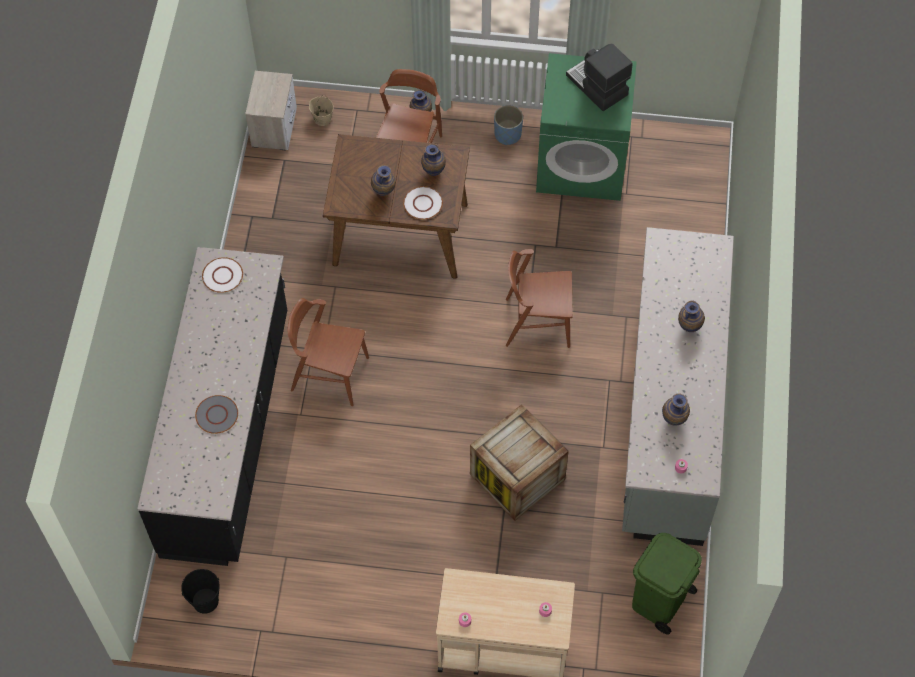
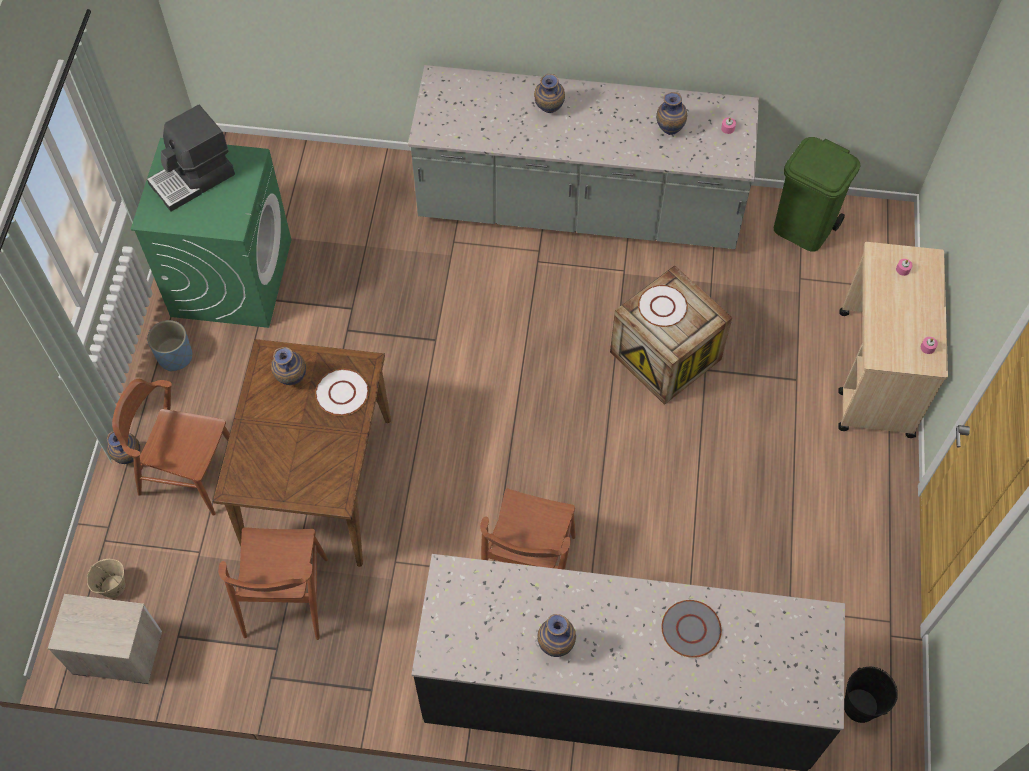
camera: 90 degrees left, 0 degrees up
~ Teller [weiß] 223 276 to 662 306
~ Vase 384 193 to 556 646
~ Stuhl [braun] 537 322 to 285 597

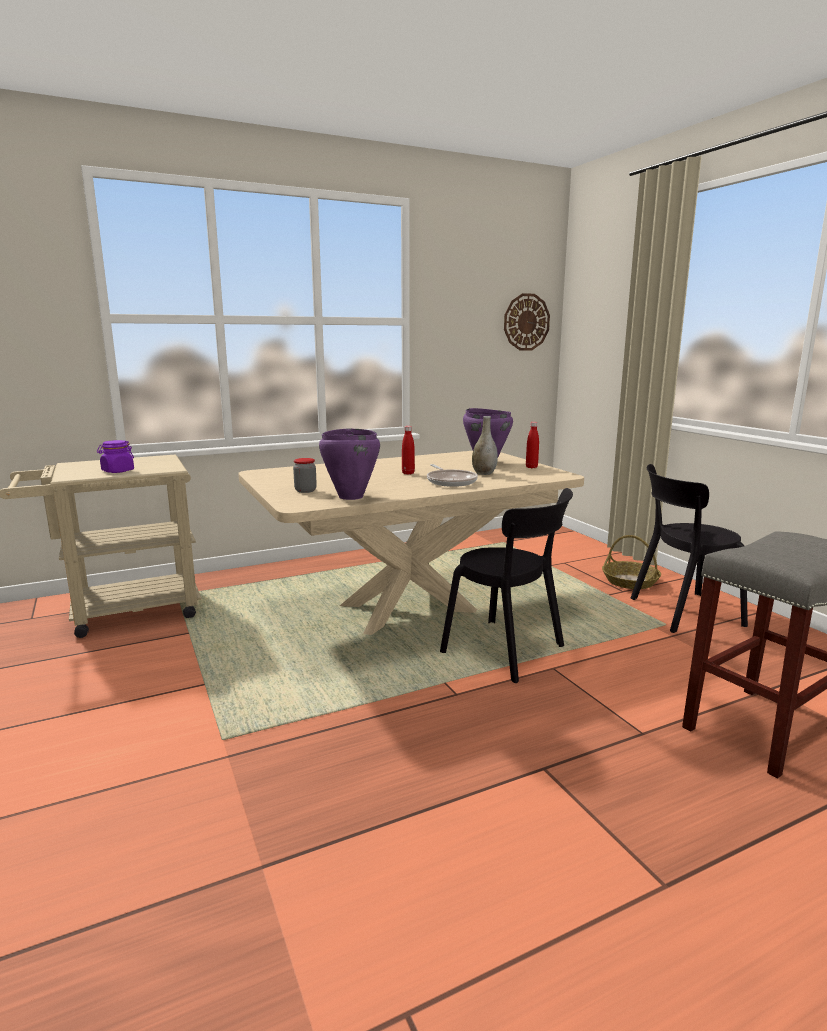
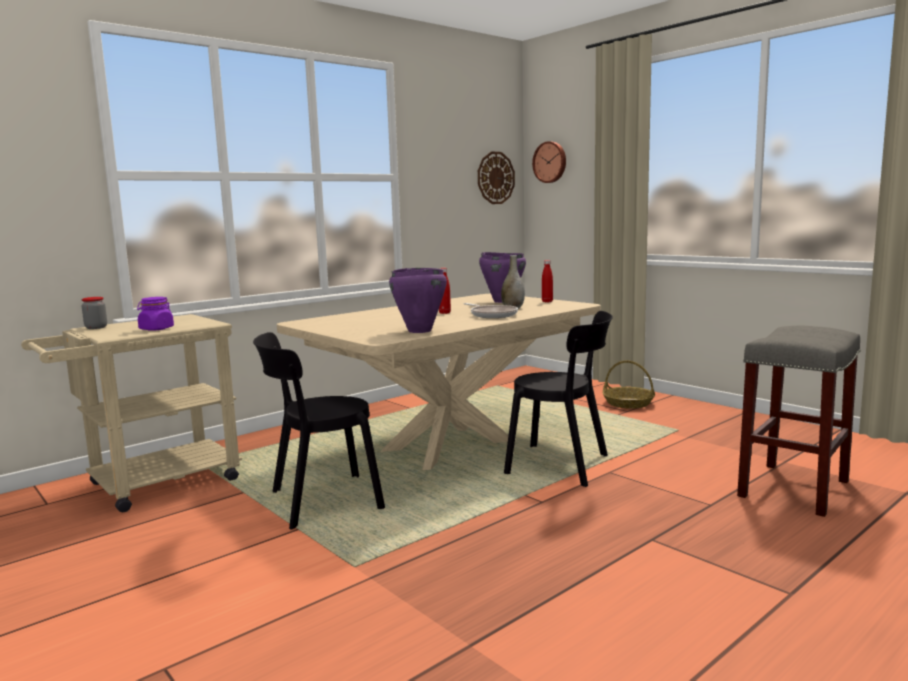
camera: 15 degrees left, 5 degrees down
~ Vorratsglas 305 490 to 96 327
~ Stuhl [schwarz] 680 612 to 320 501
+ Wanduhr 550 162

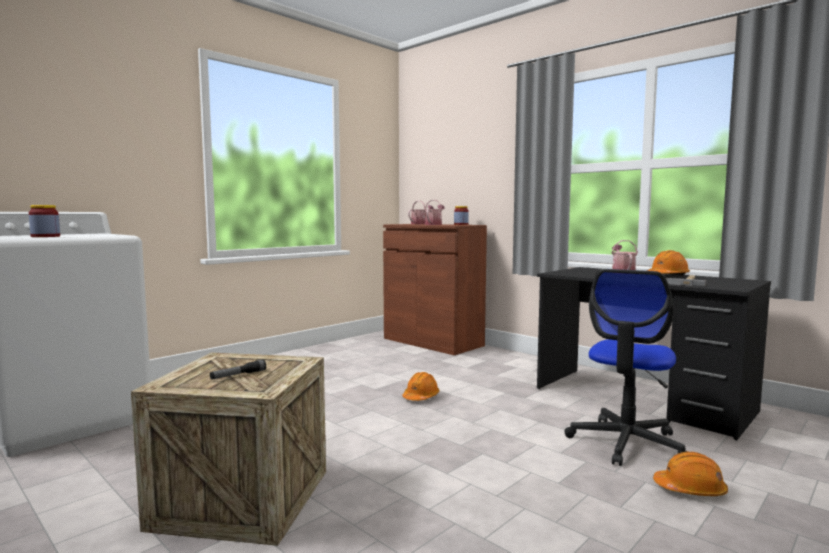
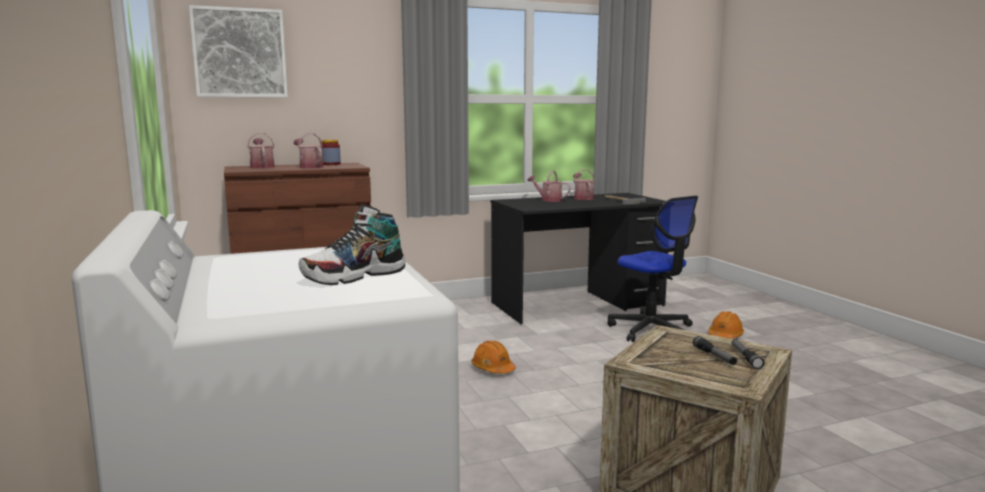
camera: 65 degrees left, 5 degrees up
~ Vorratsglas 45 236 to Schuh 355 276
~ Schutzhelm [orange] 667 276 to Gießkanne 582 198
+ Bild 239 53
+ Taschenlampe 745 358

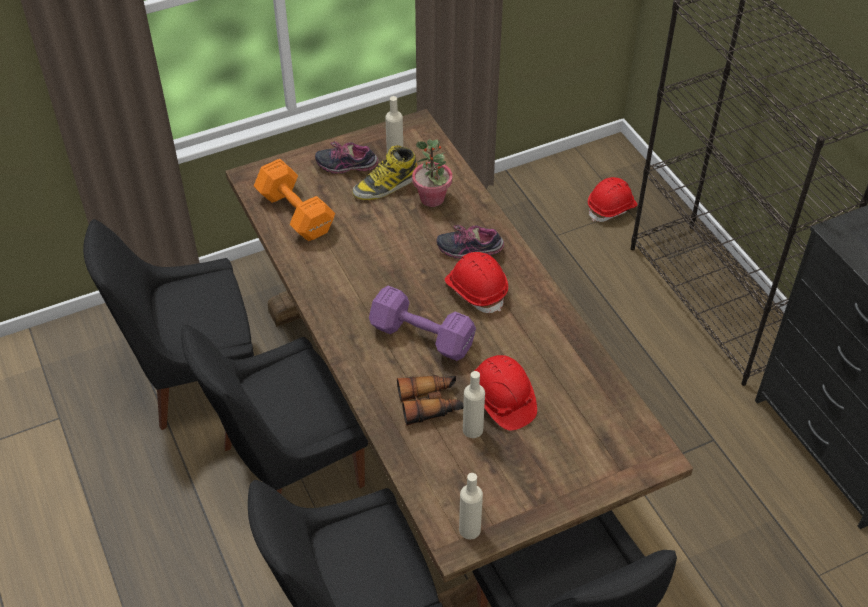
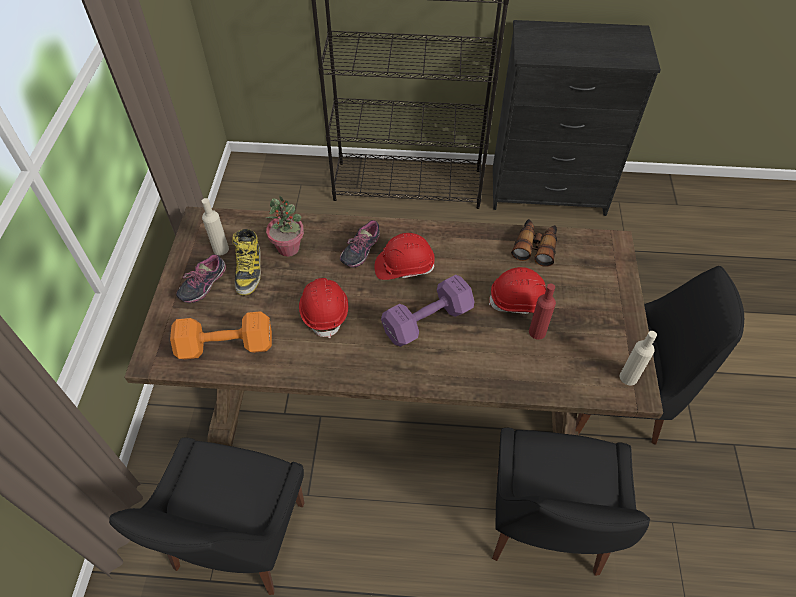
camera: 60 degrees left, 5 degrees up
- Stuhl [schwarz] 287 469
~ Fernglas 430 404 to 535 246
~ Flasche [beige] 472 429 to Flasche [rot] 537 332
~ Schutzhelm [rot] 611 208 to 325 311

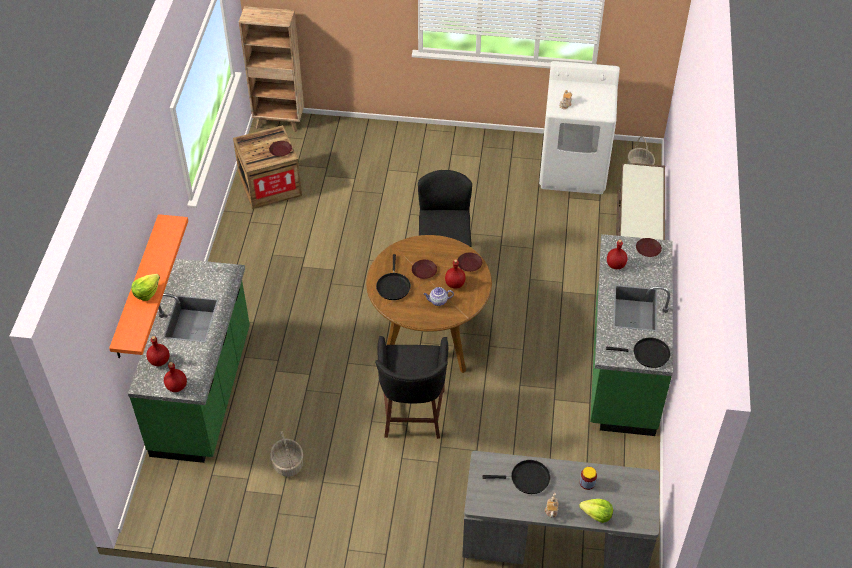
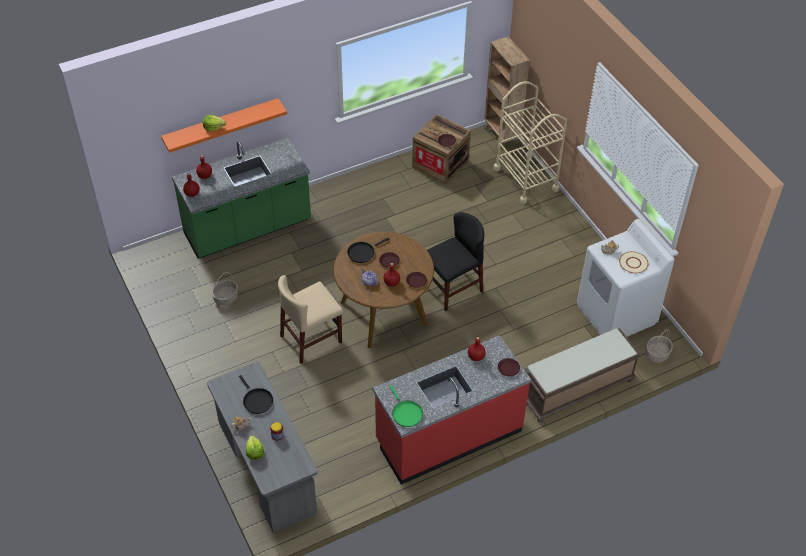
camera: 55 degrees right, 0 degrees up
~ Hocker [schwarz] 412 415 to Stuhl [beige] 311 339
~ Küchenzeile [grün] 622 366 to Küchenzeile [rot] 448 435
~ Pfanne [schwarz] 647 354 to Pfanne [grün] 406 413
+ Rollwagen [beige] 526 179
+ Teller [beige] 633 263

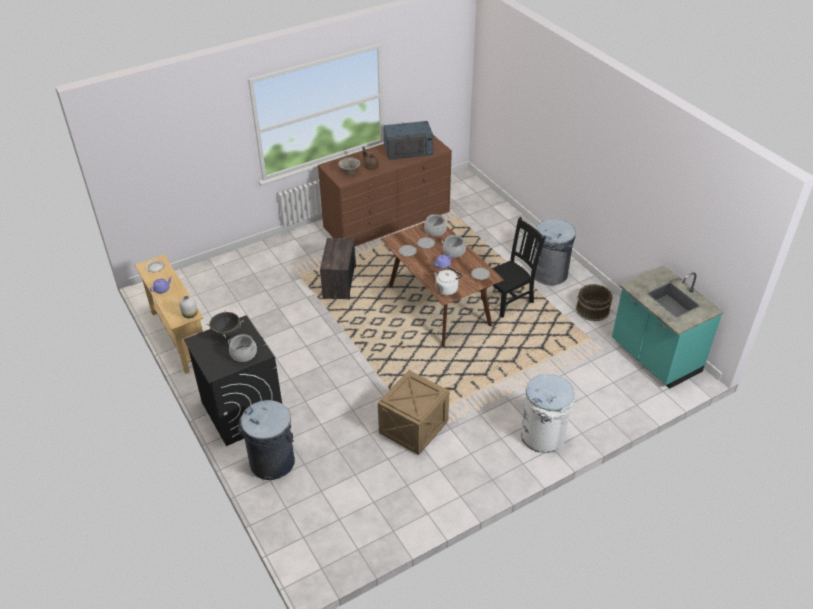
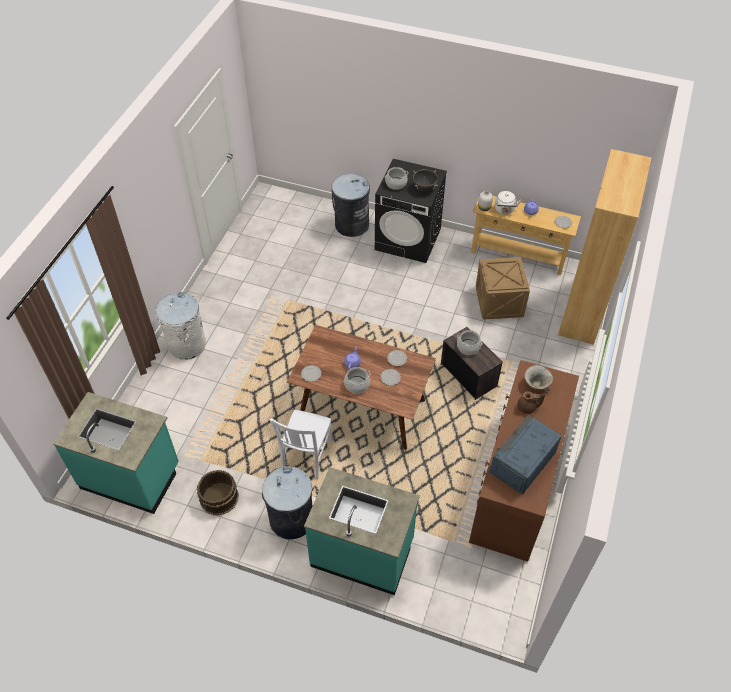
camera: 140 degrees right, 10 degrees up
~ Kiste 413 428 to 499 301
~ Kochtopf 435 231 to 468 347
~ Wasserkessel [weiß] 447 289 to 504 210
~ Stuhl [schwarz] 508 300 to Stuhl [weiß] 306 456
+ Küchenzeile [türkis] 362 552
+ Bücherregal [braun] 583 311

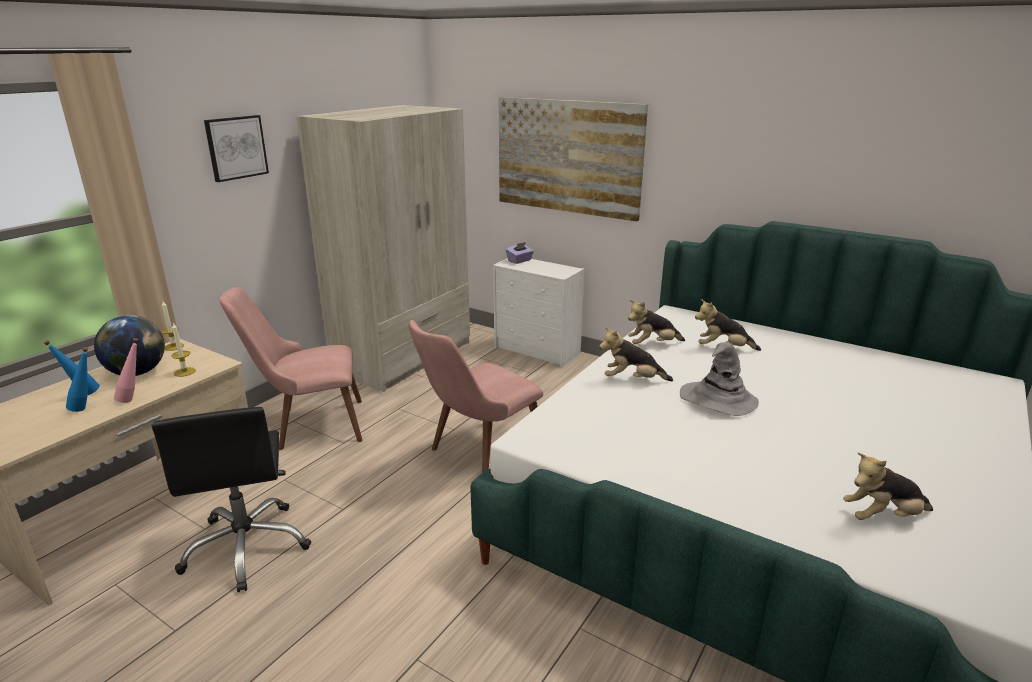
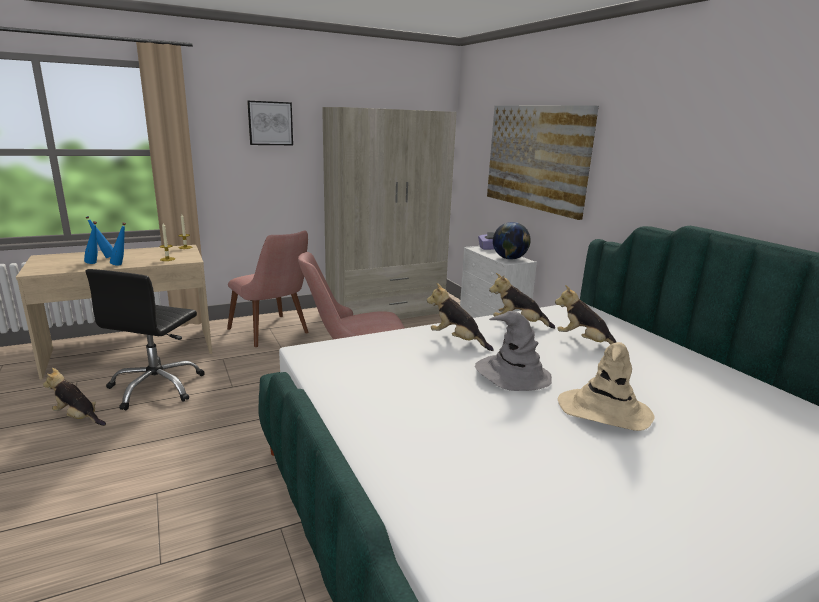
camera: 30 degrees right, 5 degrees down
~ Globus 137 373 to 509 258
~ Flasche [rosa] 134 399 to Flasche [blau] 121 265
~ Stuhl [rosa] 308 426 = 274 333 150 degrees counterclockwise
~ Plüschtier 883 517 to 78 418
+ Hut [beige] 604 411

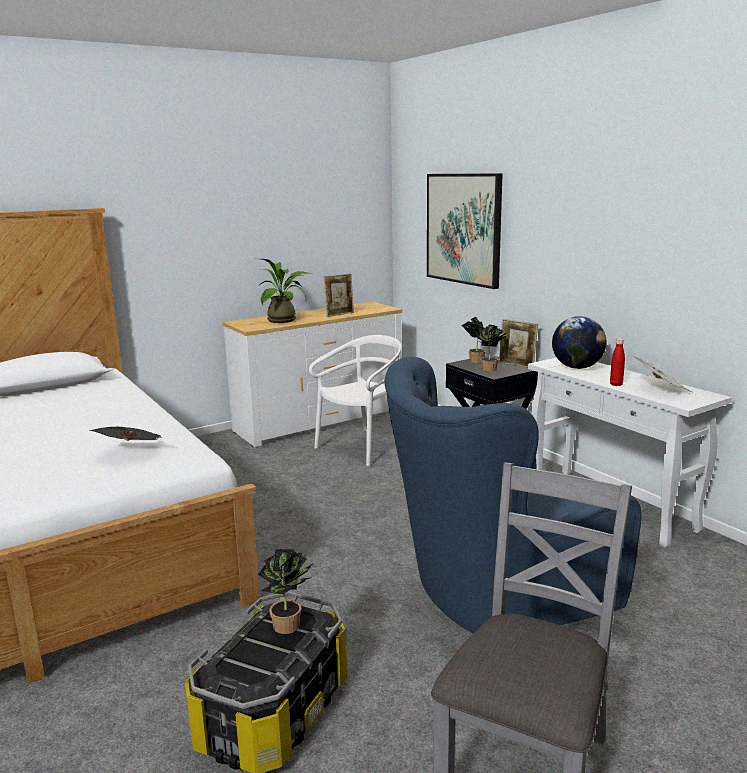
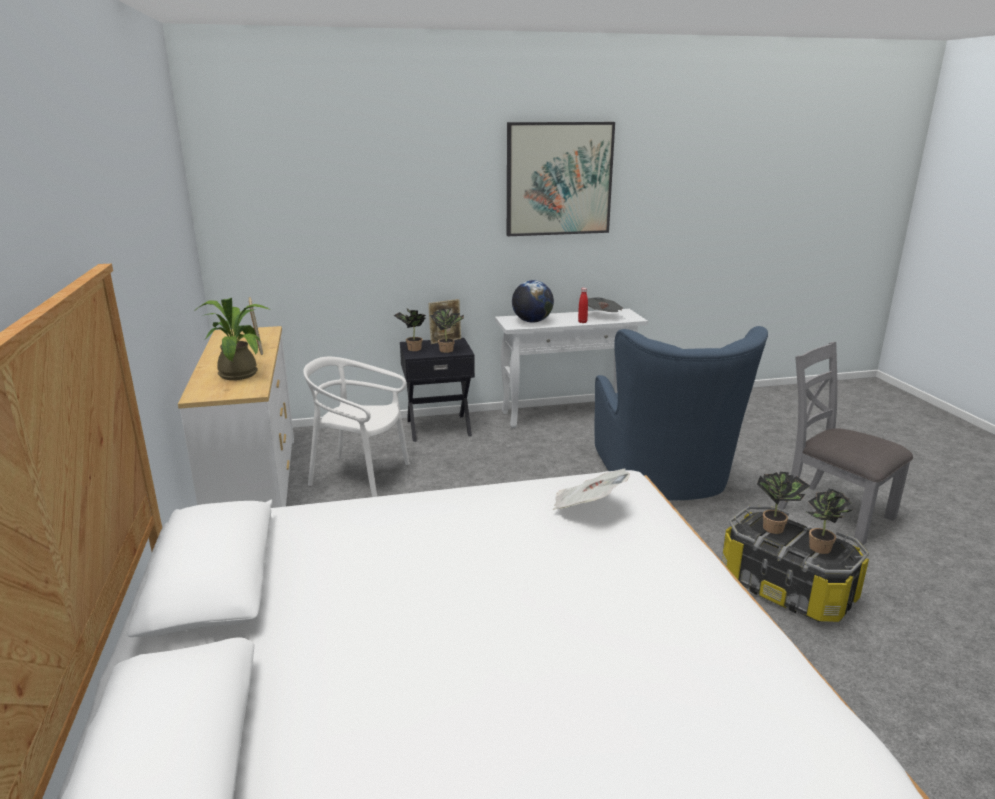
camera: 70 degrees left, 5 degrees up
~ Stuhl [weiß] 363 447 = 360 476 45 degrees counterclockwise
~ Bild 463 229 to 559 179
+ Topfpflanze 822 549

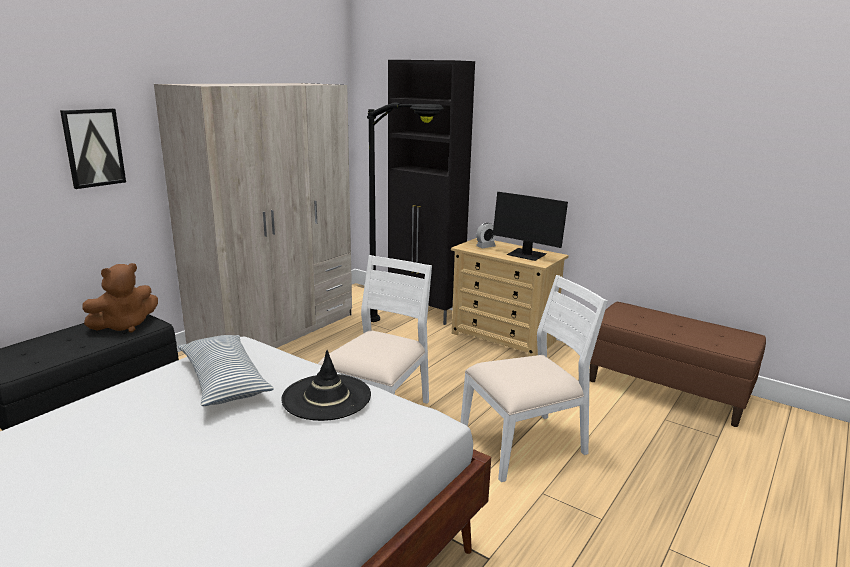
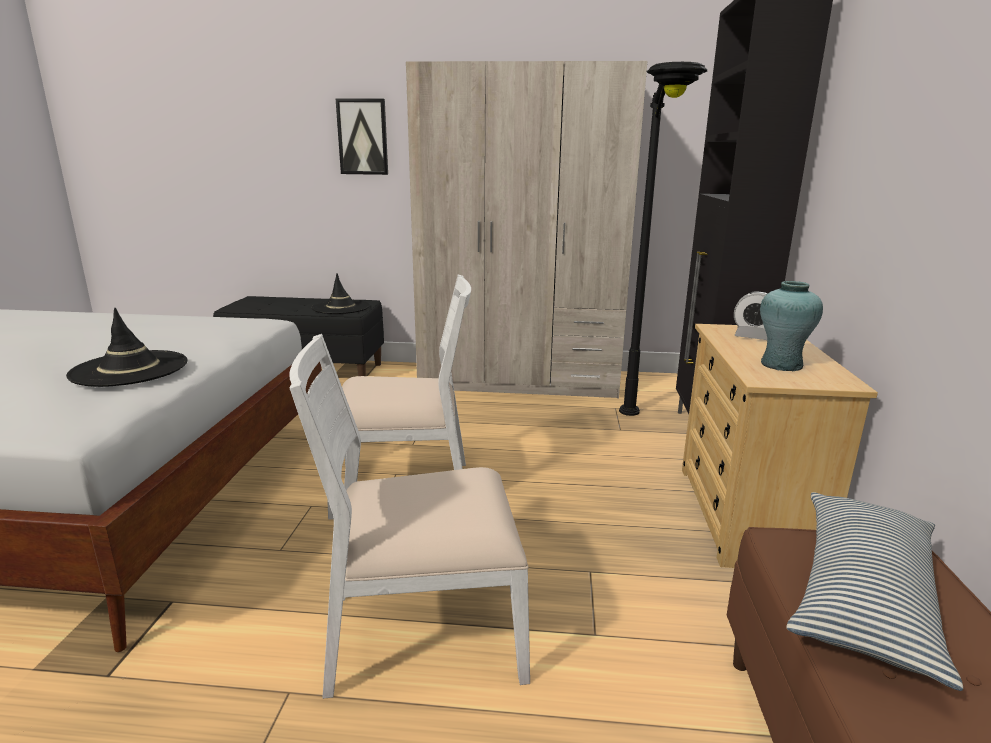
camera: 60 degrees right, 0 degrees up
~ Plüschtier [braun] 124 326 to Hut [schwarz] 341 307
~ Kissen 224 380 to 863 595
~ Stuhl [weiß] 524 444 = 422 632 135 degrees clockwise
~ Monitor 526 255 to Vase [türkis] 781 364

